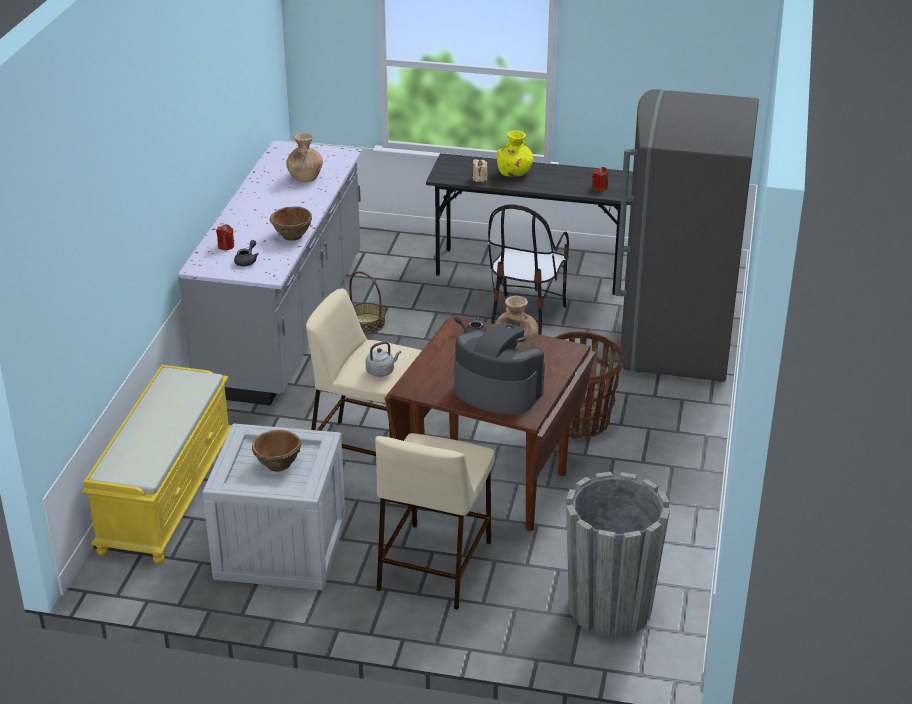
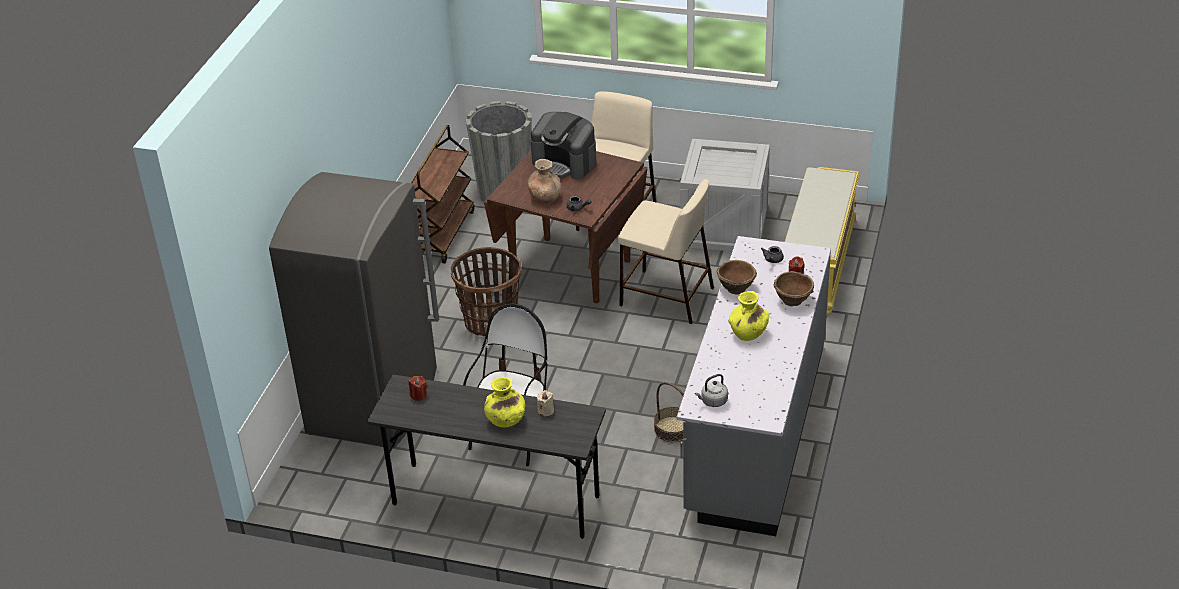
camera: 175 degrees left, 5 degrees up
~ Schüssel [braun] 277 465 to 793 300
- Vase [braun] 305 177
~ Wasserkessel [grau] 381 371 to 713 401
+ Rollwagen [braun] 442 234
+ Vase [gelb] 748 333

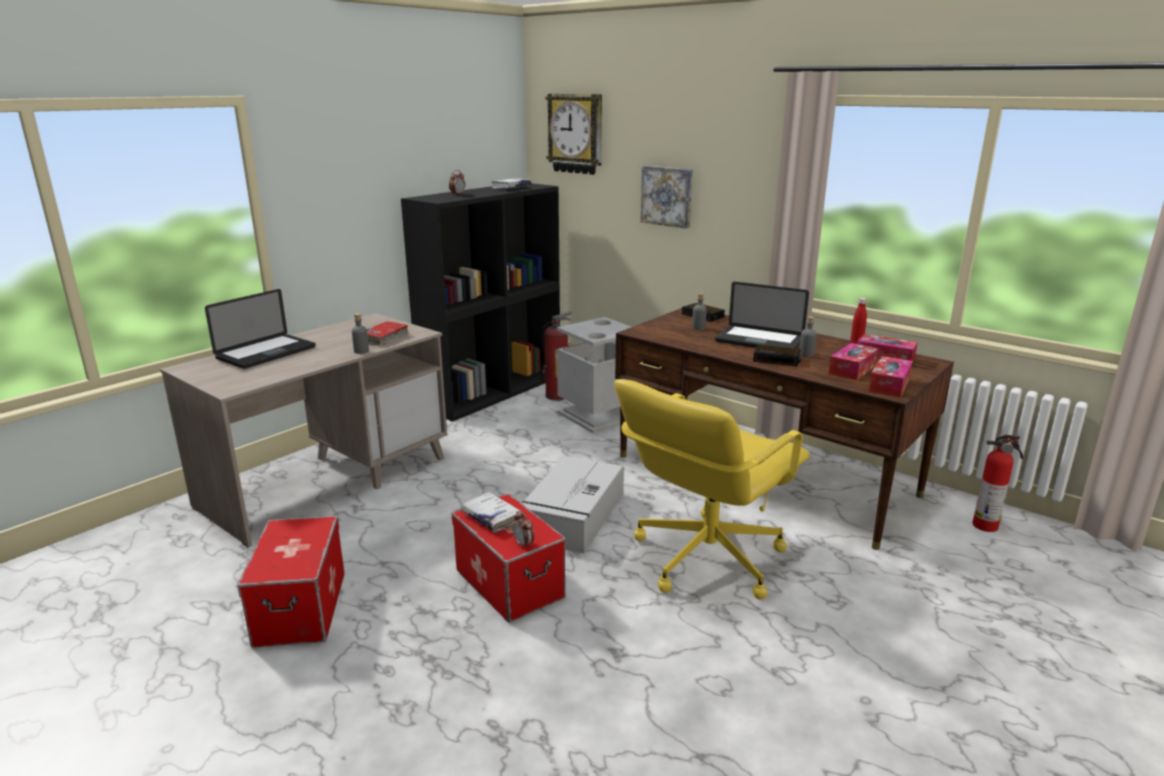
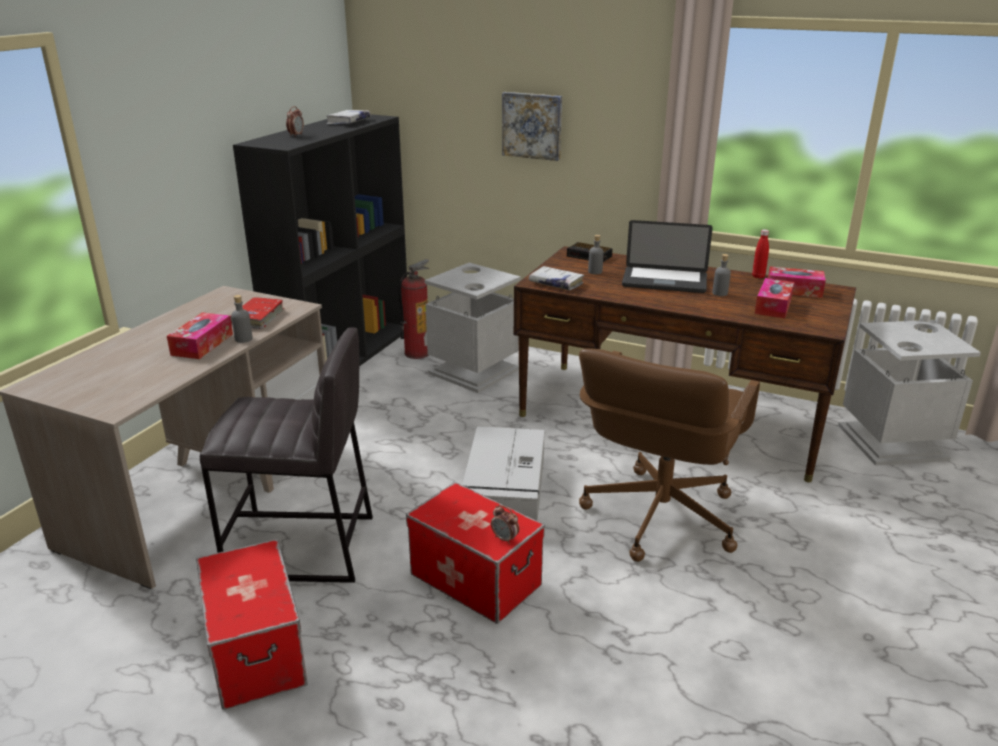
camera: 15 degrees left, 5 degrees up
- Laptop 266 353
~ Buch [weiß] 491 517 to 556 284
- Wanduhr 576 133
~ Bürostuhl [gelb] 705 558 to Bürostuhl [braun] 658 516
- Wecker 777 359
~ Taschentuchbox 889 385 to 202 344
~ Feuerlöscher 987 525 to Mülleimer [grau] 892 442
+ Hocker [grau] 302 548

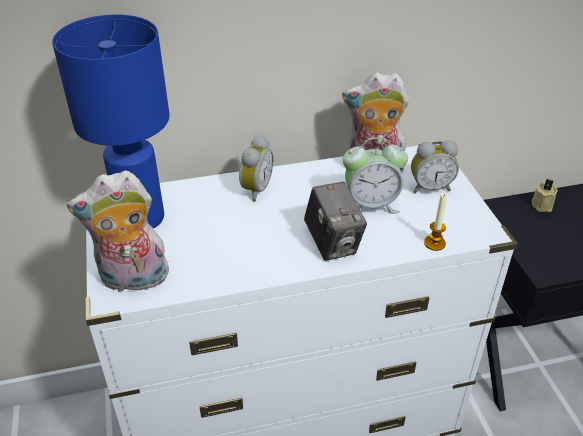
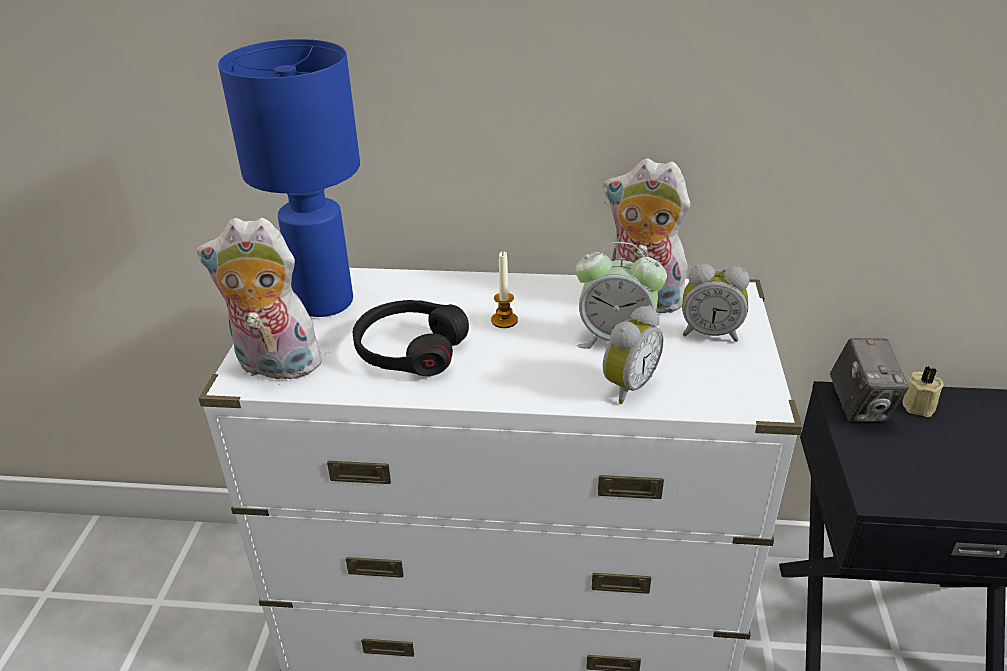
camera: 20 degrees right, 5 degrees down
~ Wecker 254 190 to 626 386
~ Kamera 333 243 to 859 406
~ Kerze 434 243 to 504 320
+ Kopfhörer [schwarz] 410 350

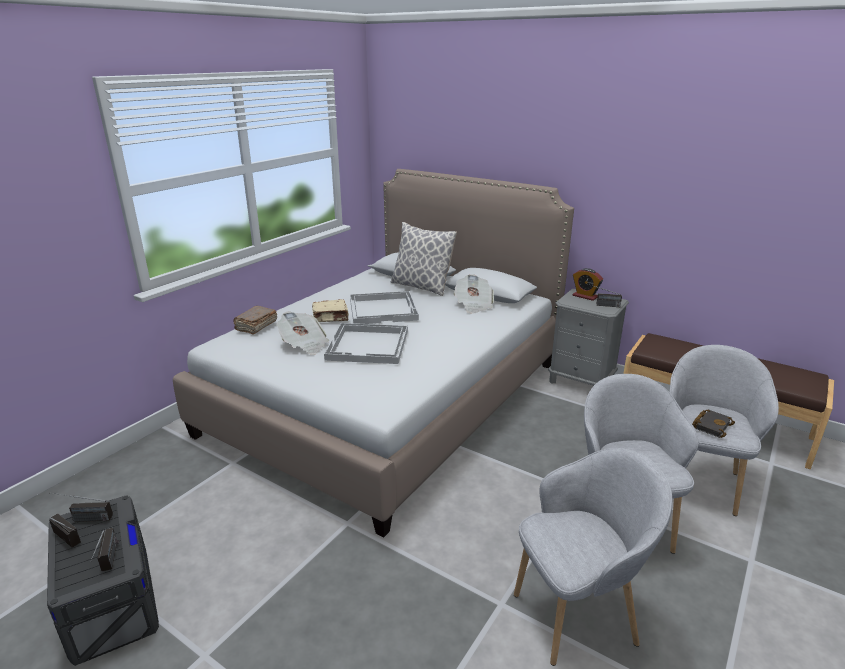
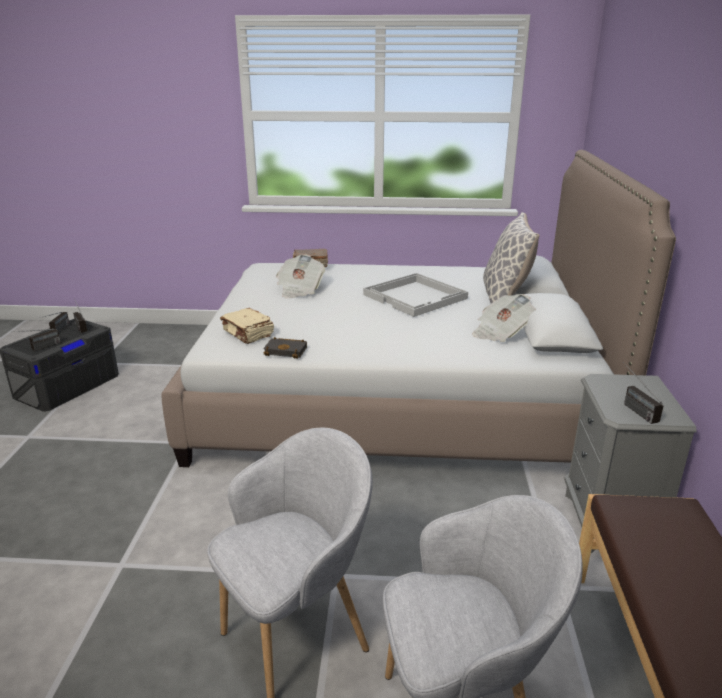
camera: 60 degrees right, 0 degrees up
~ Buch [beige] 331 318 to 248 334
- Tablett [weiß] 368 345
- Sessel [grau] 577 615
- Wecker 585 296
~ Buch [schwarz] 711 425 to 287 351

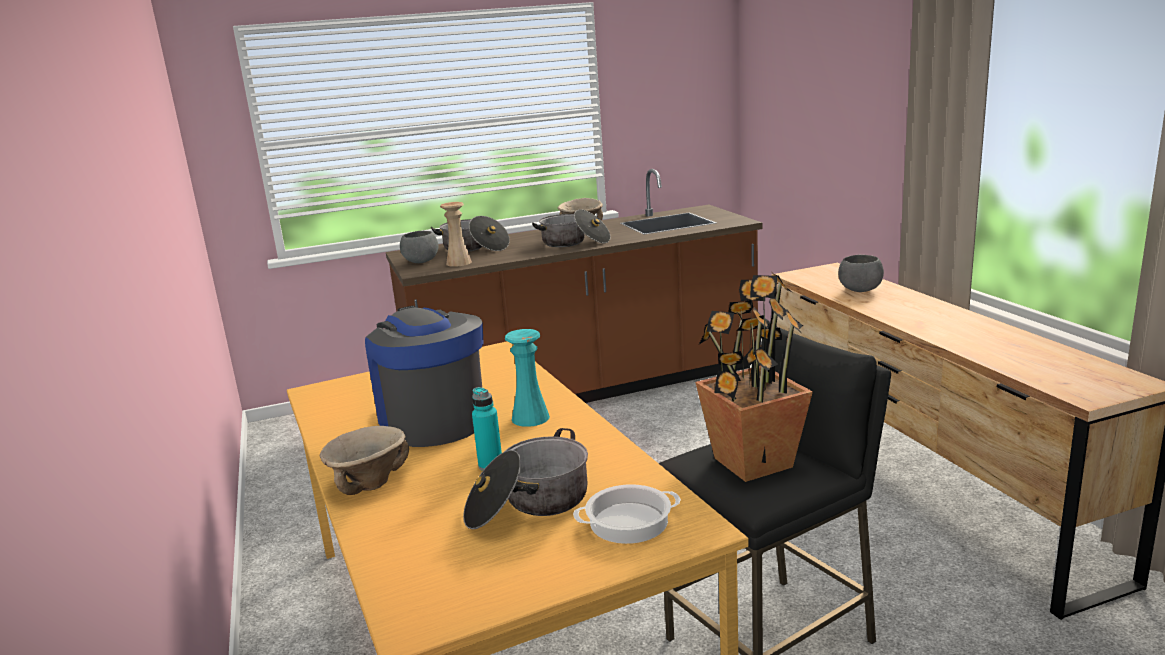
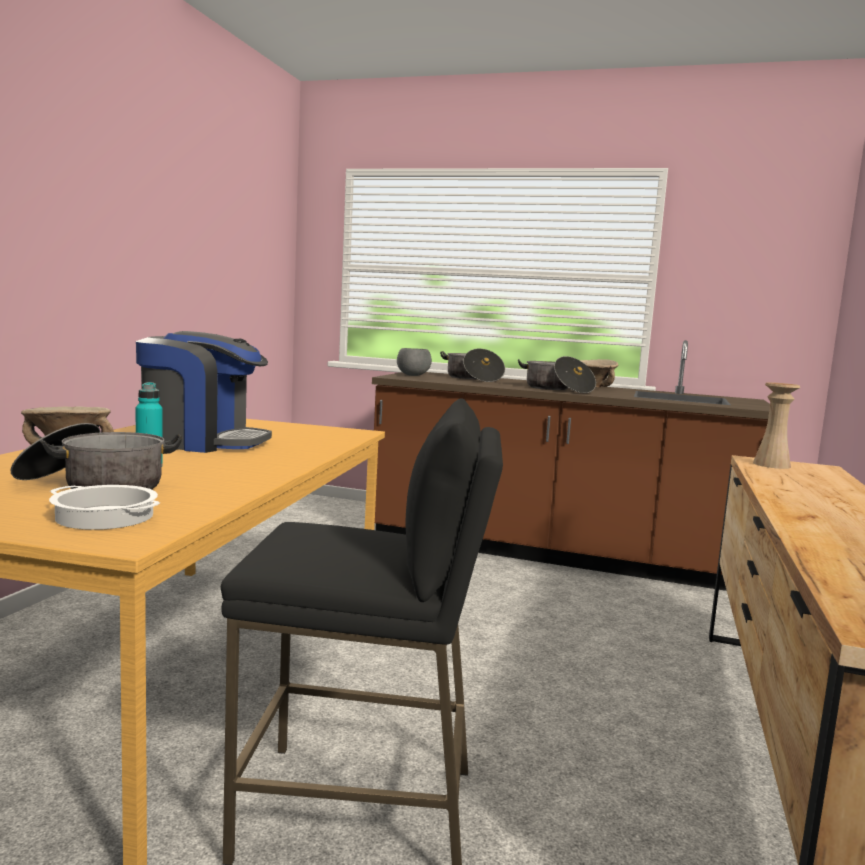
camera: 35 degrees right, 10 degrees down
~ Kaffeemaschine 432 420 = 202 442 90 degrees clockwise
~ Vase [beige] 459 263 to 771 465
- Vase [türkis] 530 418
- Topfpflanze 751 462
- Schüssel [grau] 860 290

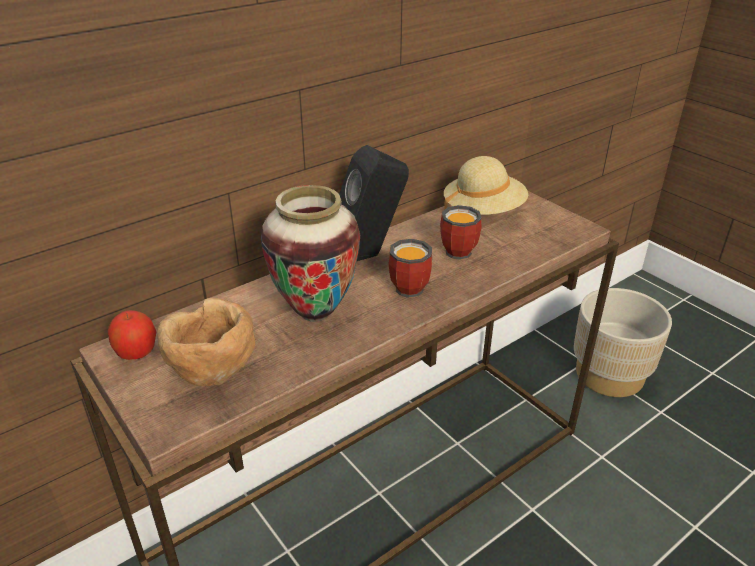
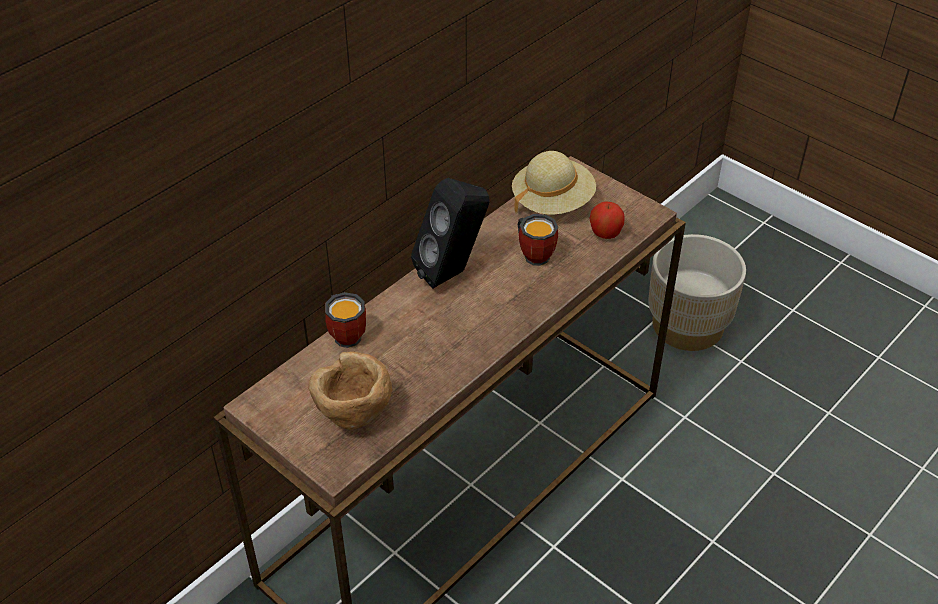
camera: 10 degrees left, 10 degrees up
~ Apfel 137 353 to 605 233
- Vase 316 313
~ Henkelbecher 409 285 to 348 333

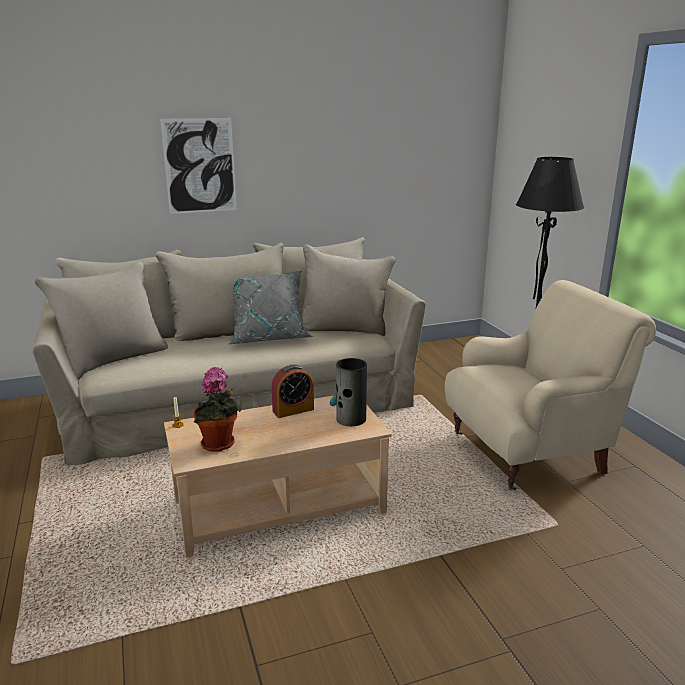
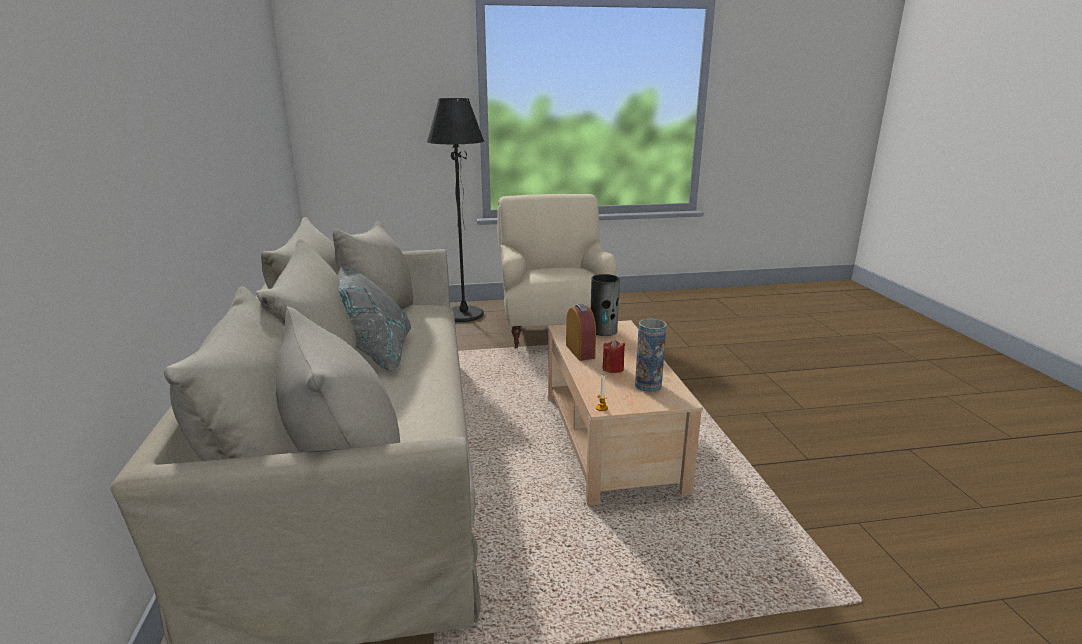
camera: 80 degrees left, 0 degrees up
- Bild 200 166
~ Topfpflanze 220 445 to Vase 648 385
+ Kerze [rot] 613 368

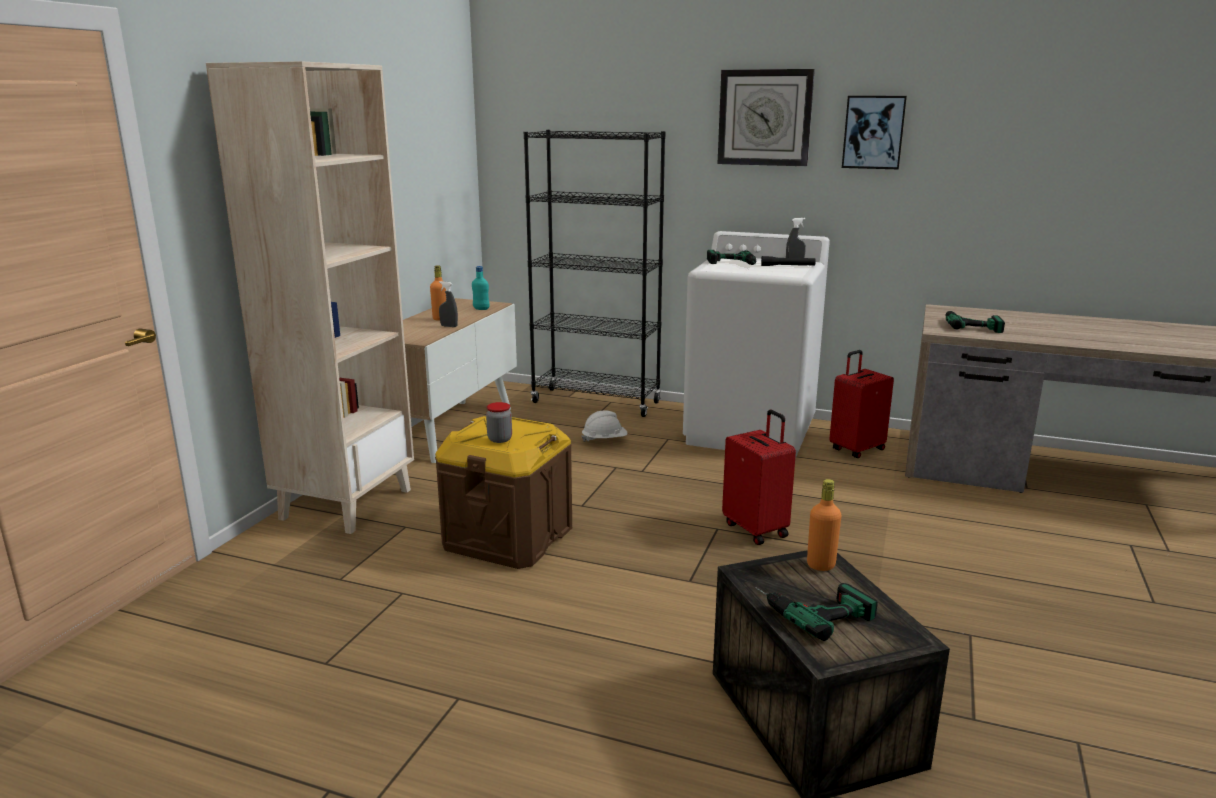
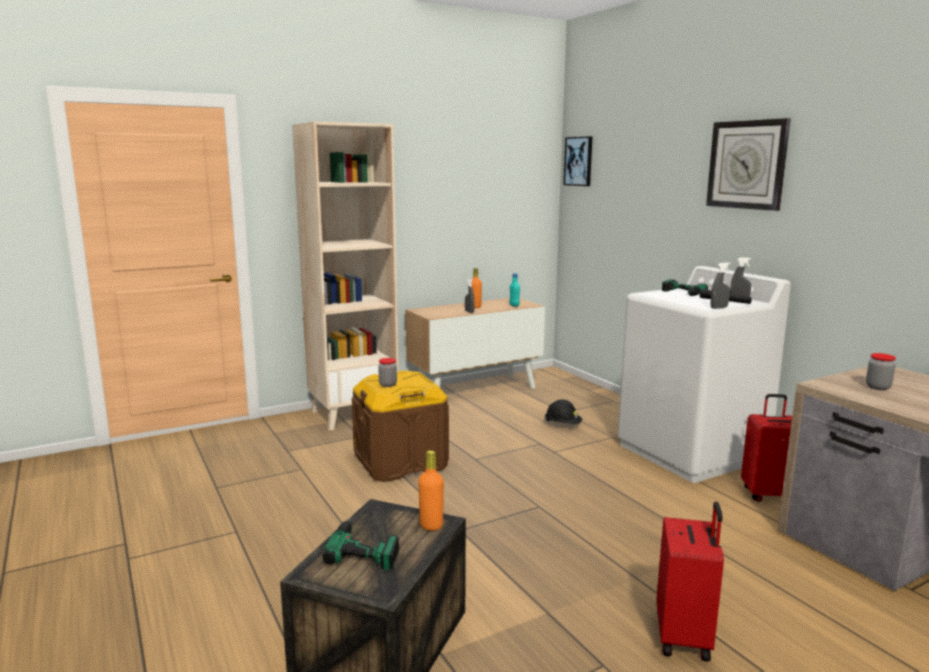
camera: 40 degrees right, 5 degrees down
- Bücherregal [schwarz] 596 403
~ Schutzhelm [weiß] 604 440 to Schutzhelm [schwarz] 563 425
~ Koffer [rot] 756 529 to 685 637
~ Bild 873 132 to 579 161
~ Bohrmaschine 970 324 to Vorratsglas 878 387
+ Sprühflasche [grau] 719 308

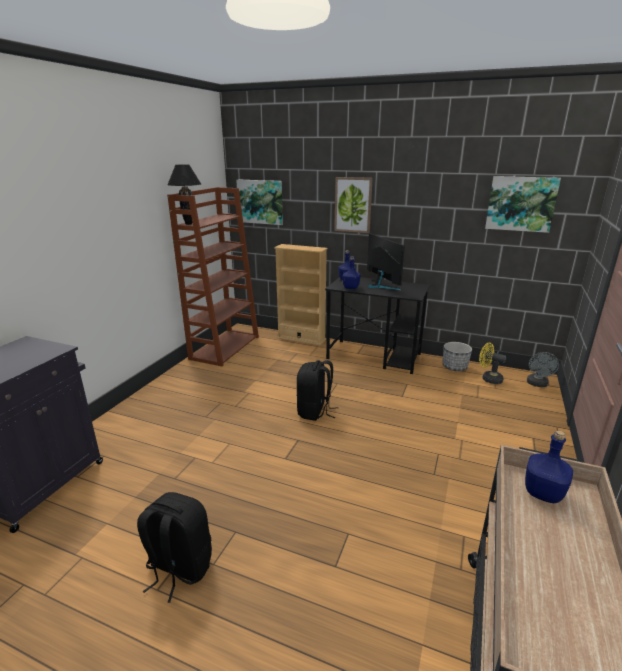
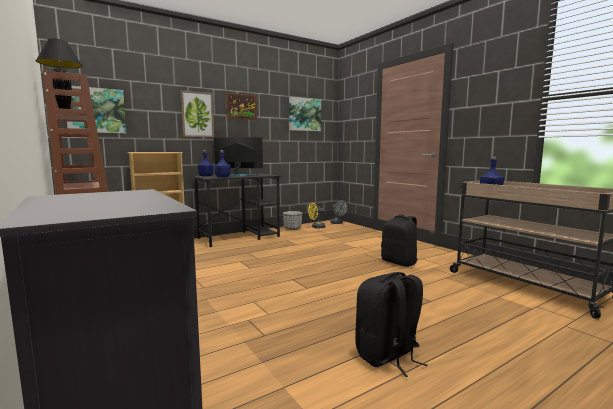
camera: 55 degrees left, 15 degrees down
~ Rucksack [schwarz] 315 411 to 399 262
+ Bild 241 107

